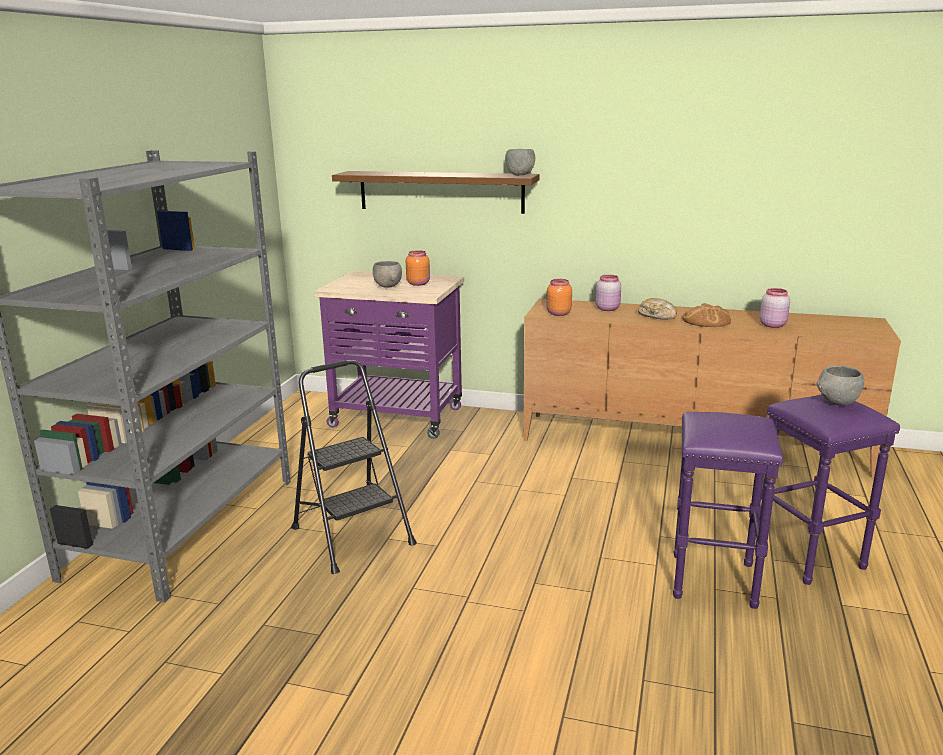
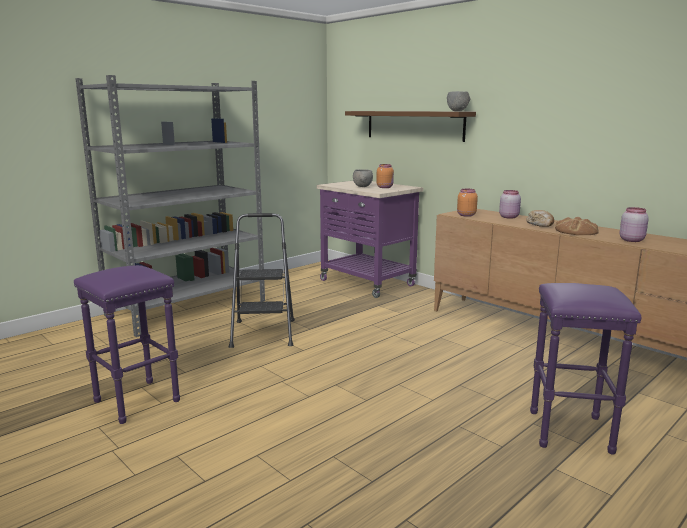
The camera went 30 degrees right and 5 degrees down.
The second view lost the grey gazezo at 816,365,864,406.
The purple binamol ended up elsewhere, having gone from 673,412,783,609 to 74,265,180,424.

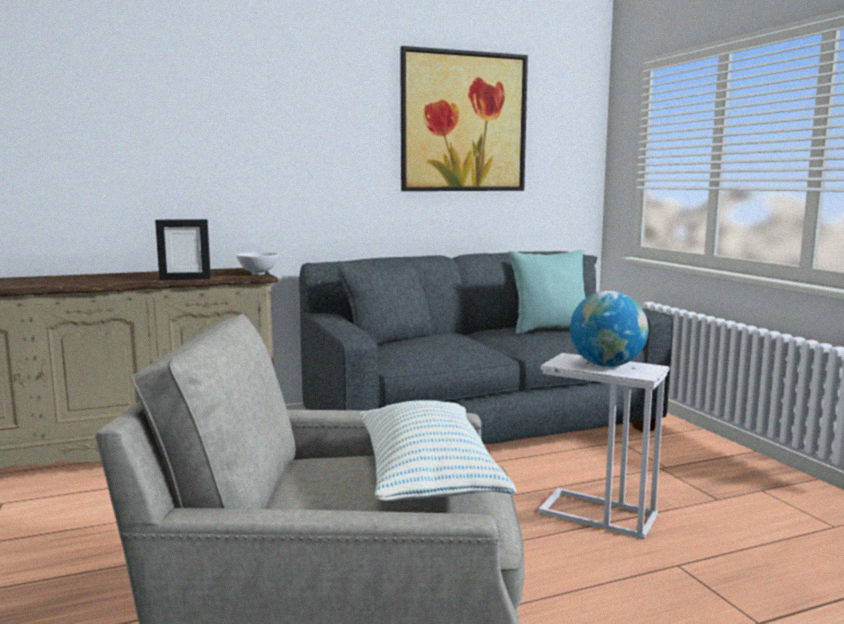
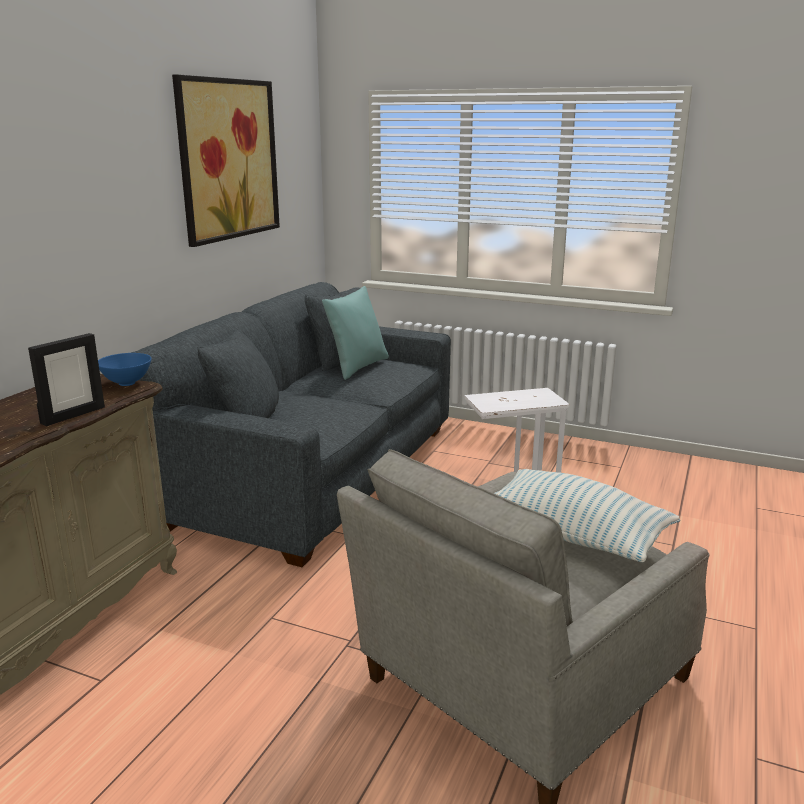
The camera went 45 degrees left and 10 degrees up.
The second view lost the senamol at 570,291,648,367.
What was the white gazezo at 236,252,279,275 turned into the blue gazezo at 98,353,151,386.

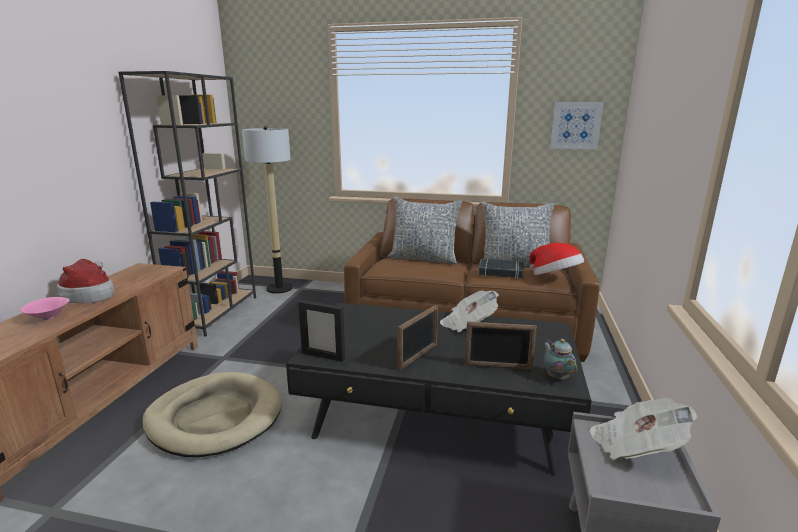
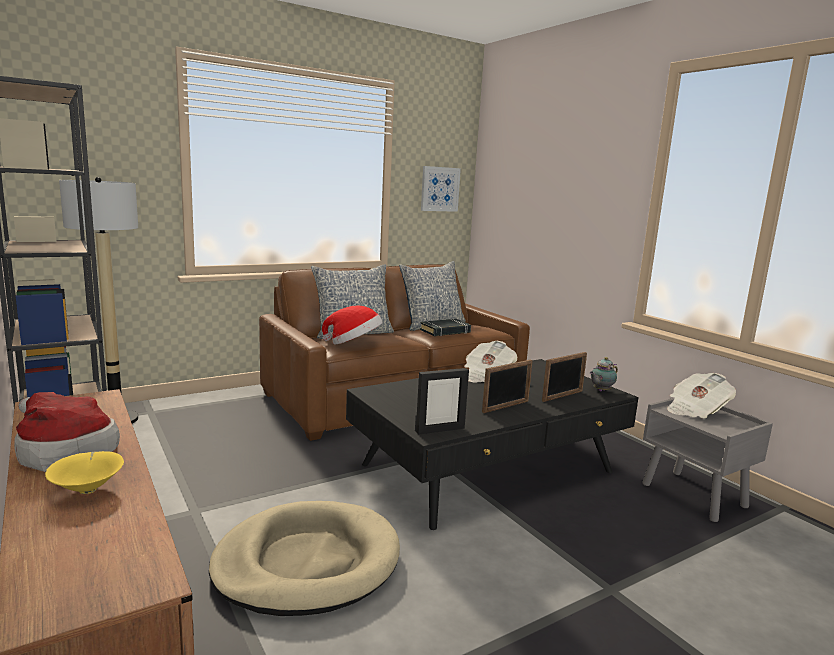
The camera went 45 degrees left and 5 degrees down.
The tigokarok ended up elsewhere, having gone from 529,243,584,275 to 322,305,382,345.
What was the pink gazezo at 21,297,70,320 turned into the yellow gazezo at 45,451,124,494.
The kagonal at 398,305,438,371 ended up facing another way, 60 degrees clockwise from before.
The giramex at 543,339,577,380 ended up facing another way, 60 degrees counterclockwise from before.

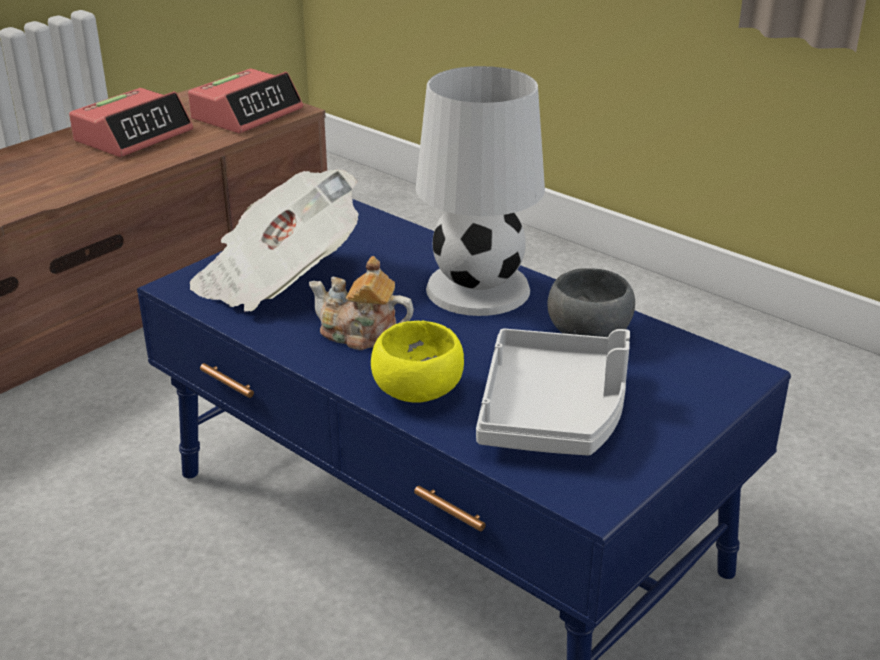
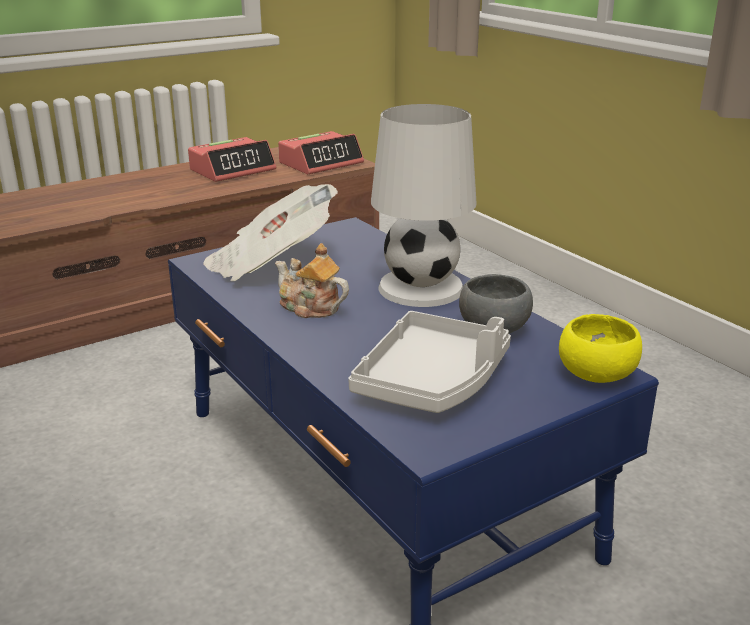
The camera went 15 degrees right and 5 degrees down.
The yellow gazezo ended up elsewhere, having gone from 371,320,464,403 to 559,314,642,383.

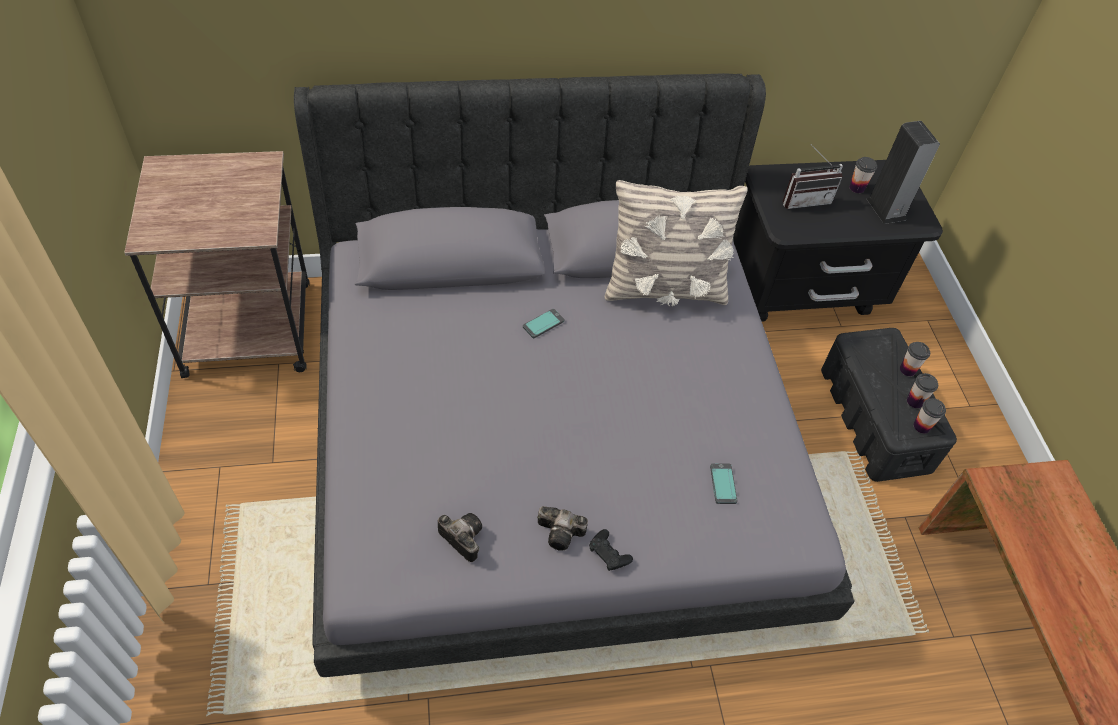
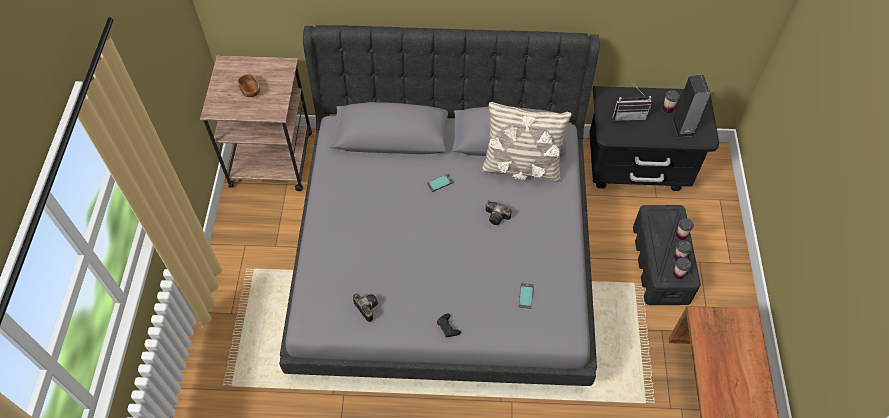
The camera went 15 degrees right and 5 degrees up.
The second view gained the brown gazezo at 238,74,260,97.
The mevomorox ended up elsewhere, having gone from 537,506,588,551 to 485,201,512,225.

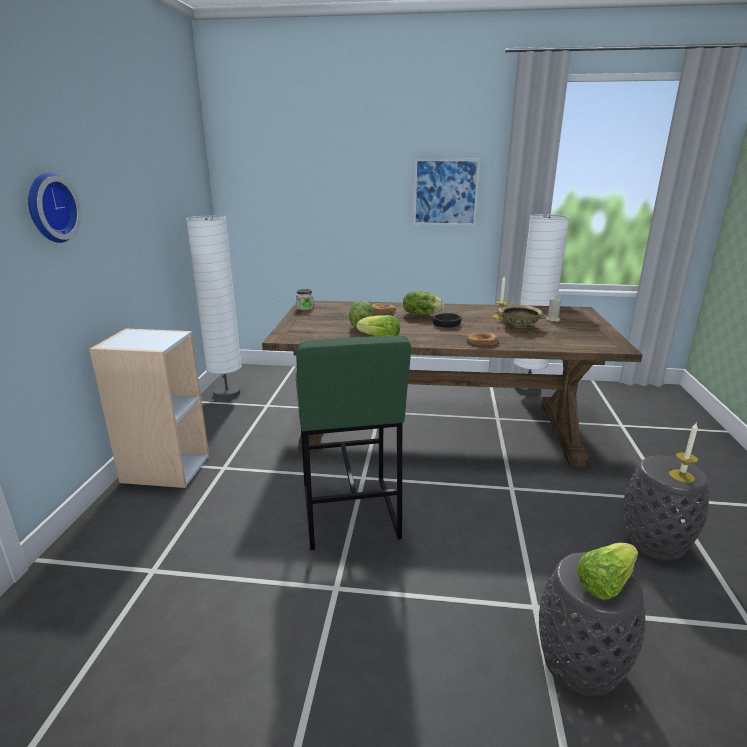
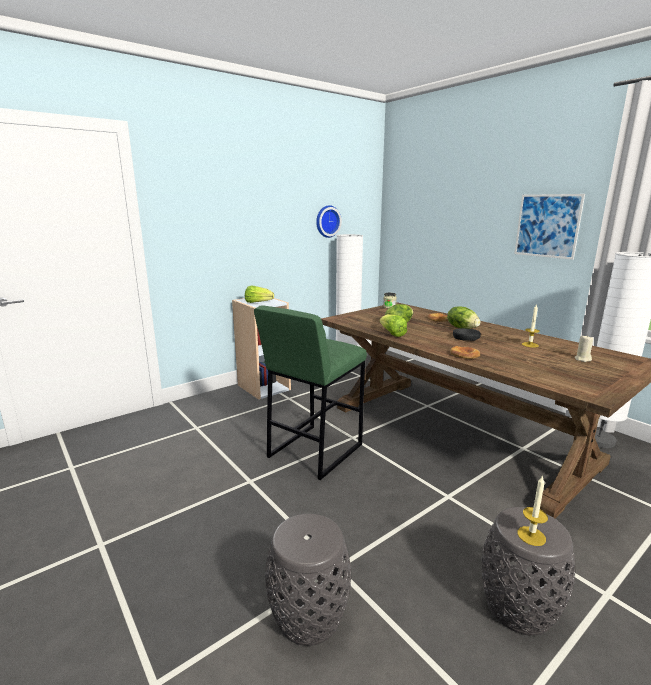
The camera went 45 degrees right and 5 degrees down.
The second view lost the beige gazezo at 496,305,547,328.
The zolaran ended up elsewhere, having gone from 28,173,81,243 to 316,205,342,238.
The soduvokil ended up elsewhere, having gone from 577,543,638,600 to 245,286,274,303.

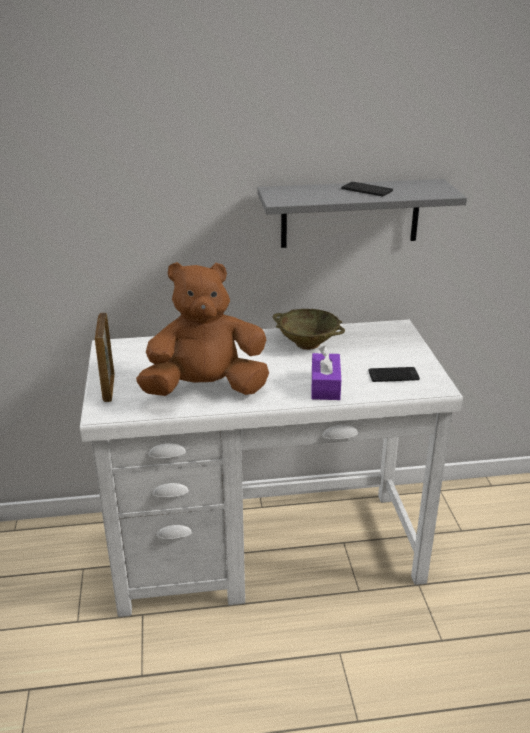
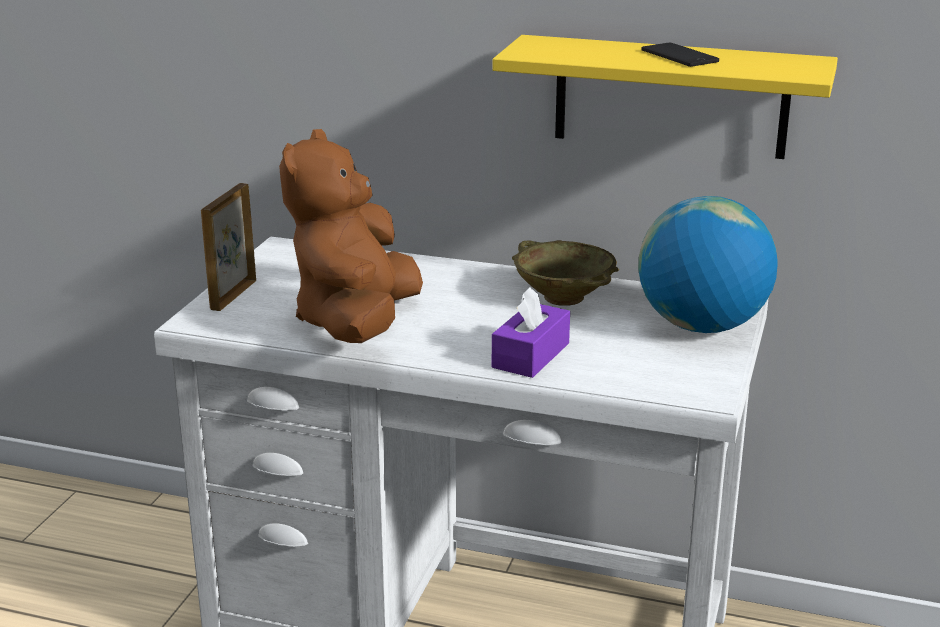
The camera went 25 degrees right and 5 degrees down.
The second view lost the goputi at 368,367,420,382.
The second view gained the senamol at 638,196,778,333.
What was the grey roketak at 257,179,467,248 turned into the yellow roketak at 493,35,838,159.
The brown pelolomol at 136,262,269,396 ended up facing another way, 90 degrees counterclockwise from before.

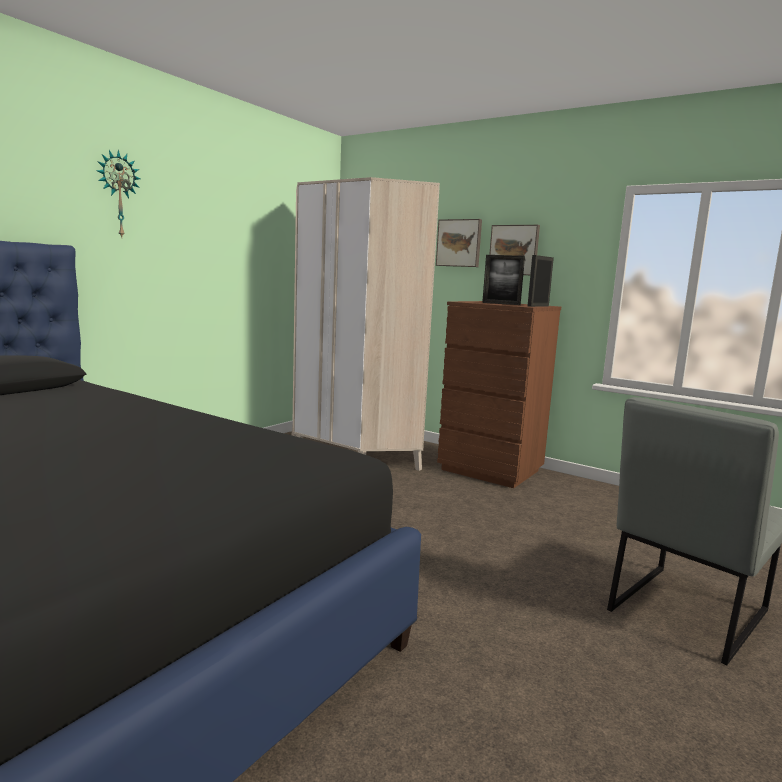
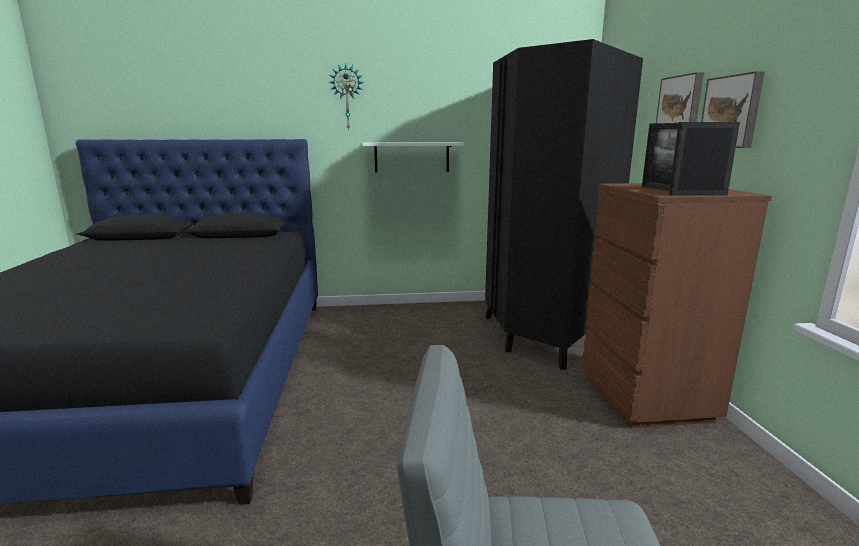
The camera went 50 degrees right and 5 degrees up.
The second view gained the white roketak at 362,142,464,173.
What was the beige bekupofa at 291,177,440,471 turned into the black bekupofa at 485,39,643,370.

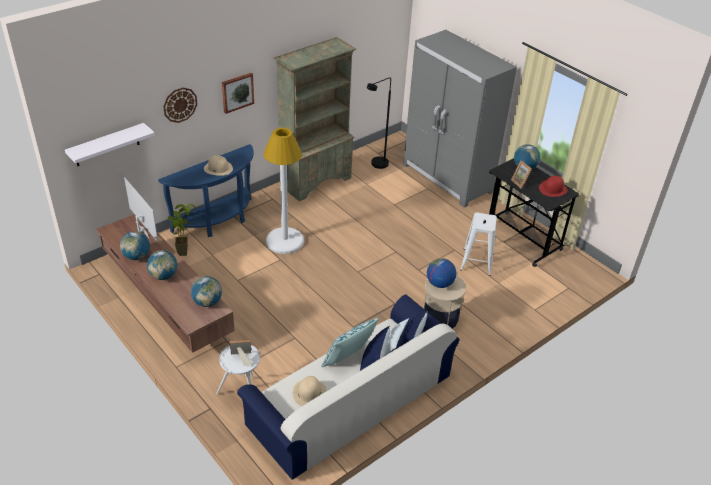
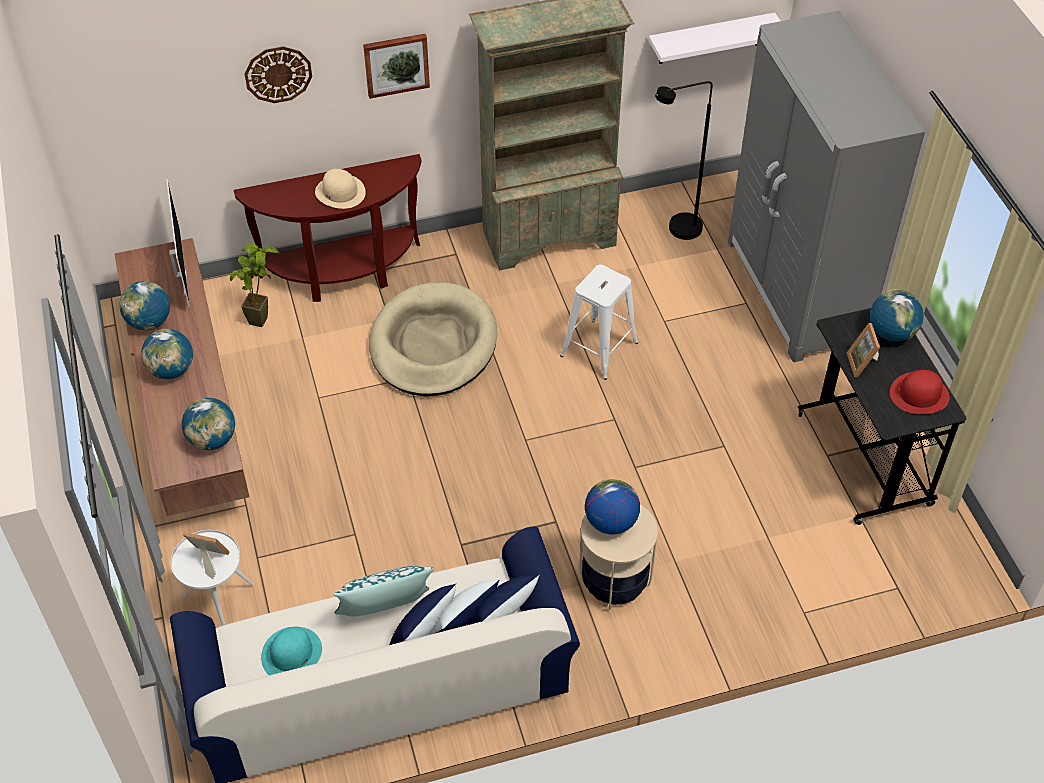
The camera went 25 degrees right and 10 degrees up.
The white roketak ended up elsewhere, having gone from 65,123,155,166 to 648,13,780,64.
The white binamol ended up elsewhere, having gone from 460,212,497,276 to 560,264,638,380.
Where the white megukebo stood at 264,128,304,254, the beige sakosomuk came to stand at 369,282,497,396.
What was the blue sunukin at 158,144,254,237 turned into the brown sunukin at 234,154,422,302.
What was the beige tigokarok at 292,376,327,406 turned into the turquoise tigokarok at 261,627,322,675.

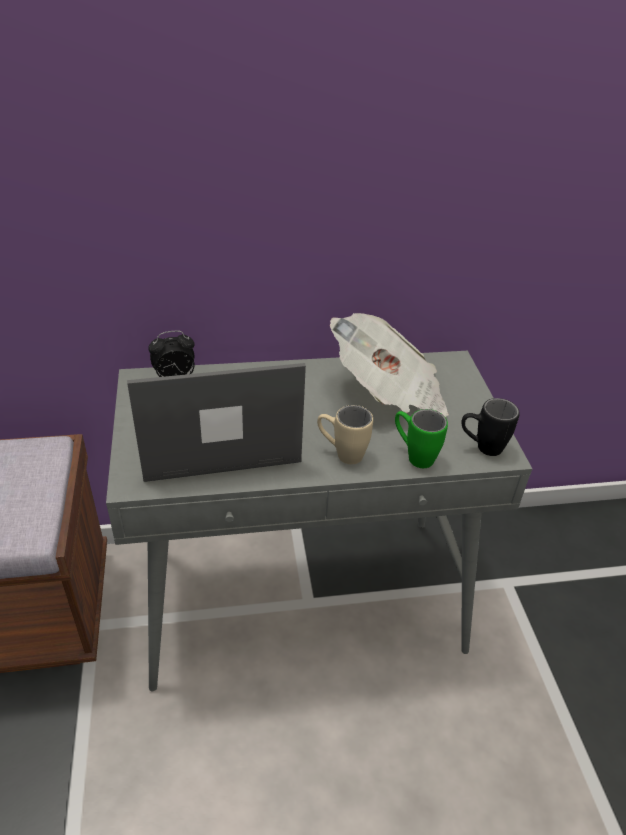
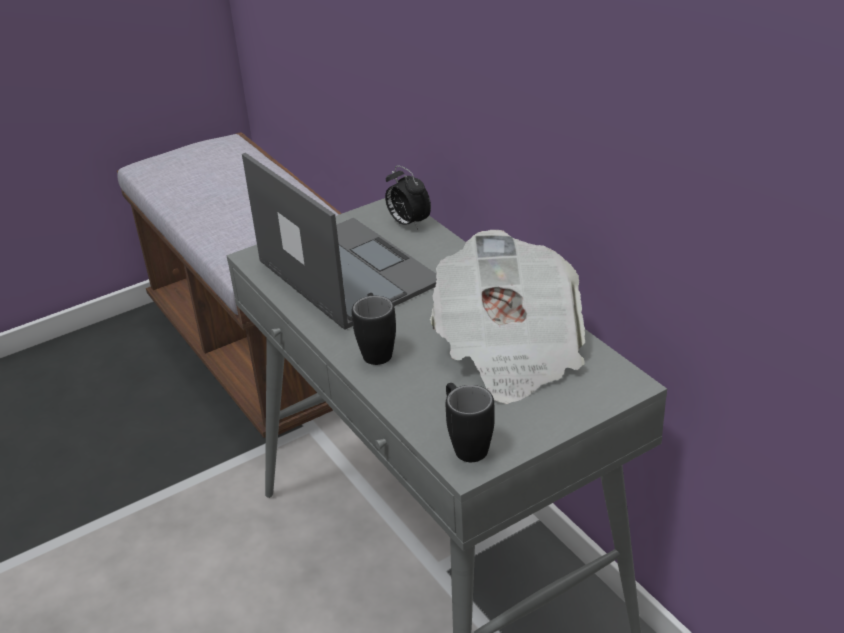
The camera went 70 degrees right and 5 degrees down.
The second view lost the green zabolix at 395,409,448,468.
What was the beige zabolix at 317,405,373,464 turned into the black zabolix at 352,293,396,365.

